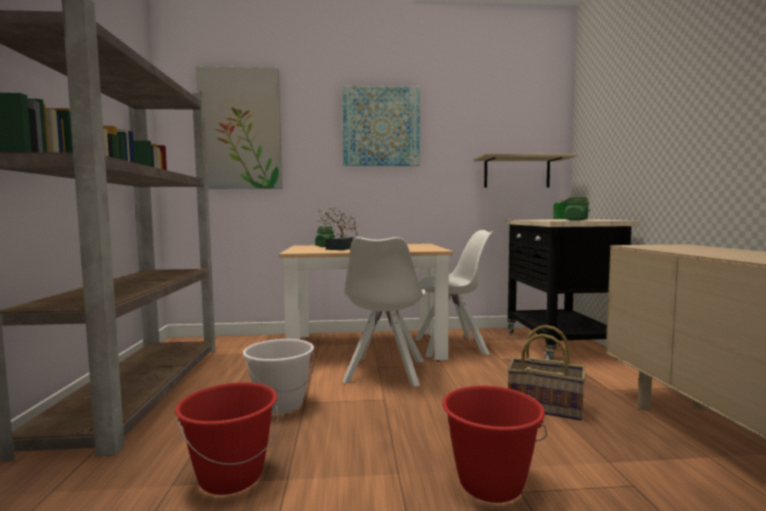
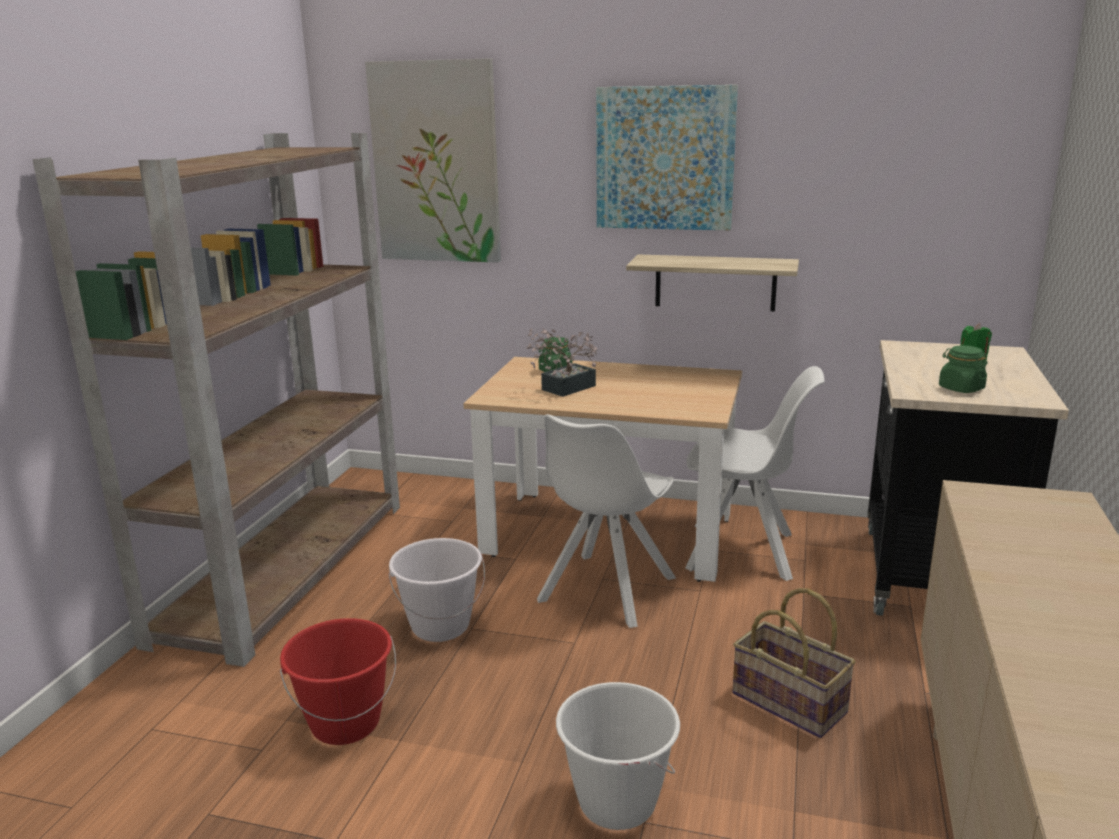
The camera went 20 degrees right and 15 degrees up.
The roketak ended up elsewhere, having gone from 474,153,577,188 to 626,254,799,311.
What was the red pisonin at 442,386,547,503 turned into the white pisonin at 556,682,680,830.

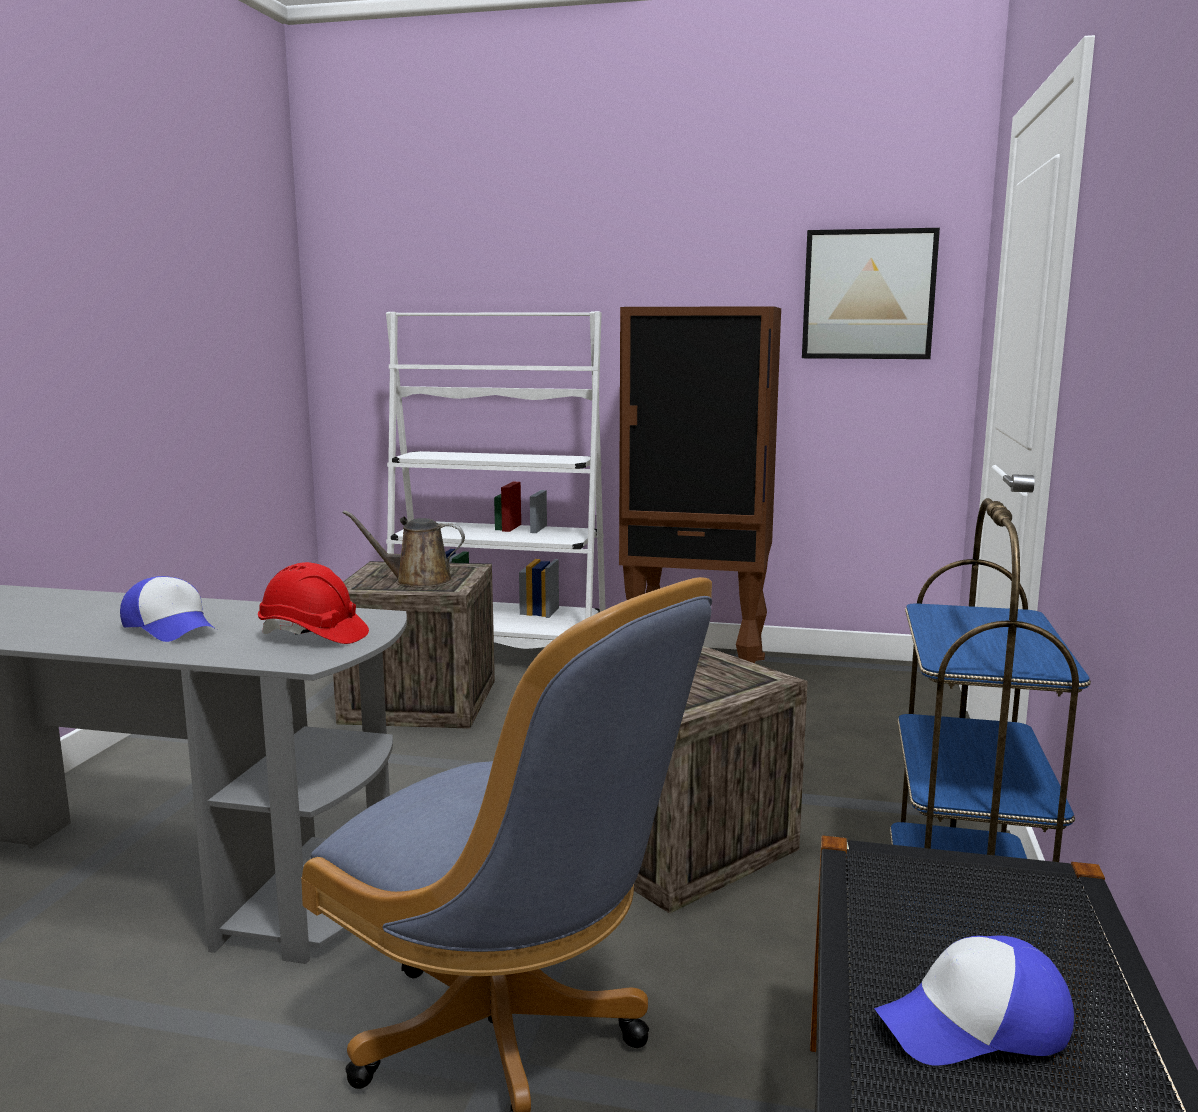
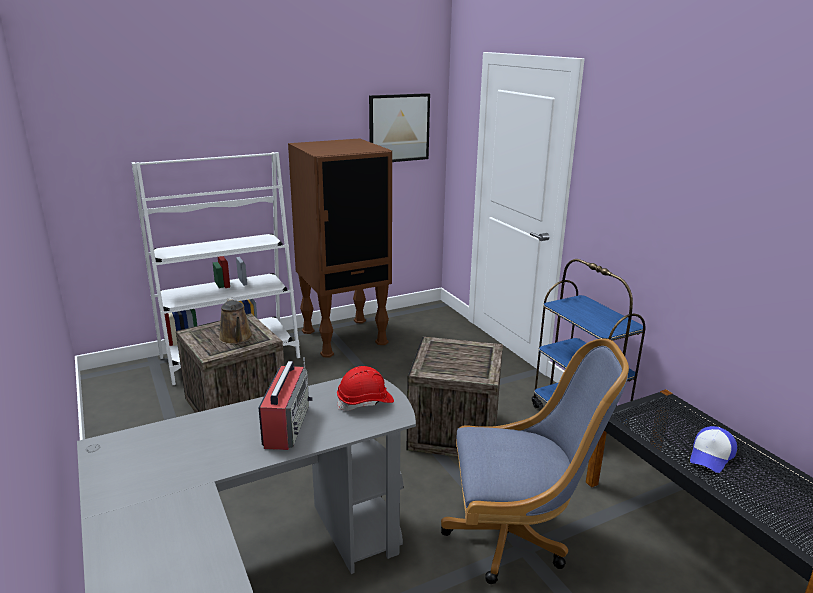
The camera went 40 degrees left and 10 degrees up.
Where the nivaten stood at 120,576,216,642, the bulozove came to stand at 258,357,313,450.
The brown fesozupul at 343,510,465,588 ended up facing another way, 75 degrees counterclockwise from before.

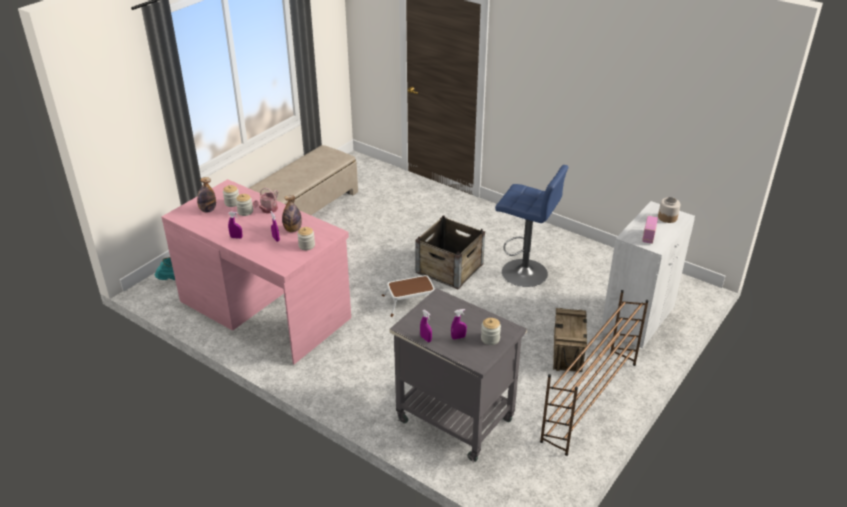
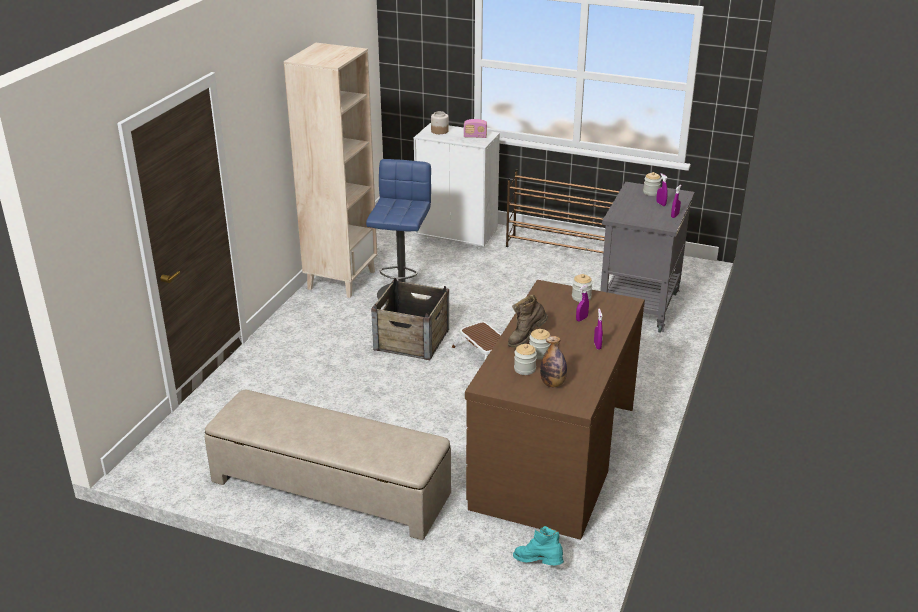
The camera went 105 degrees left and 5 degrees down.
The second view lost the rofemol at 282,195,302,232.
The second view lost the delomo at 553,308,587,372.
The second view gained the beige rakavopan at 284,43,377,298.
Where the fesozupul stood at 253,188,278,214, the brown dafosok came to stand at 508,295,548,348.
What was the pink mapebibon at 162,179,351,364 turned into the brown mapebibon at 465,280,645,540.

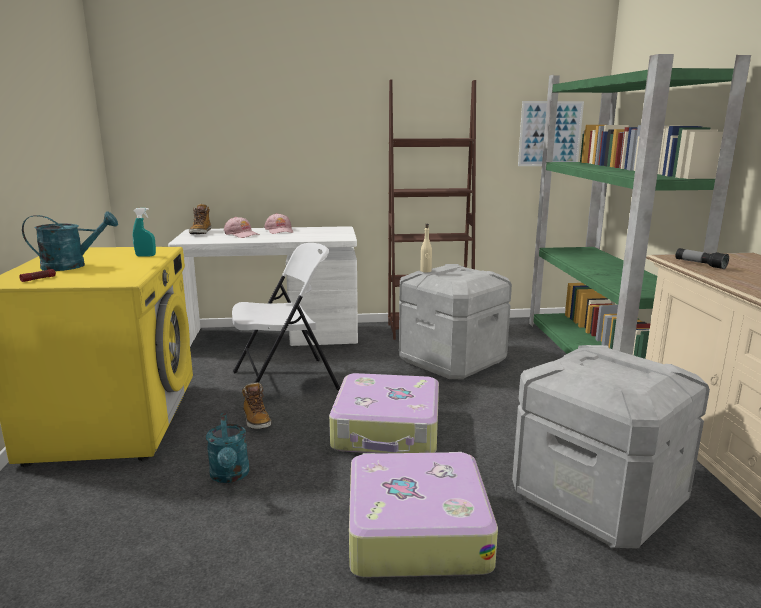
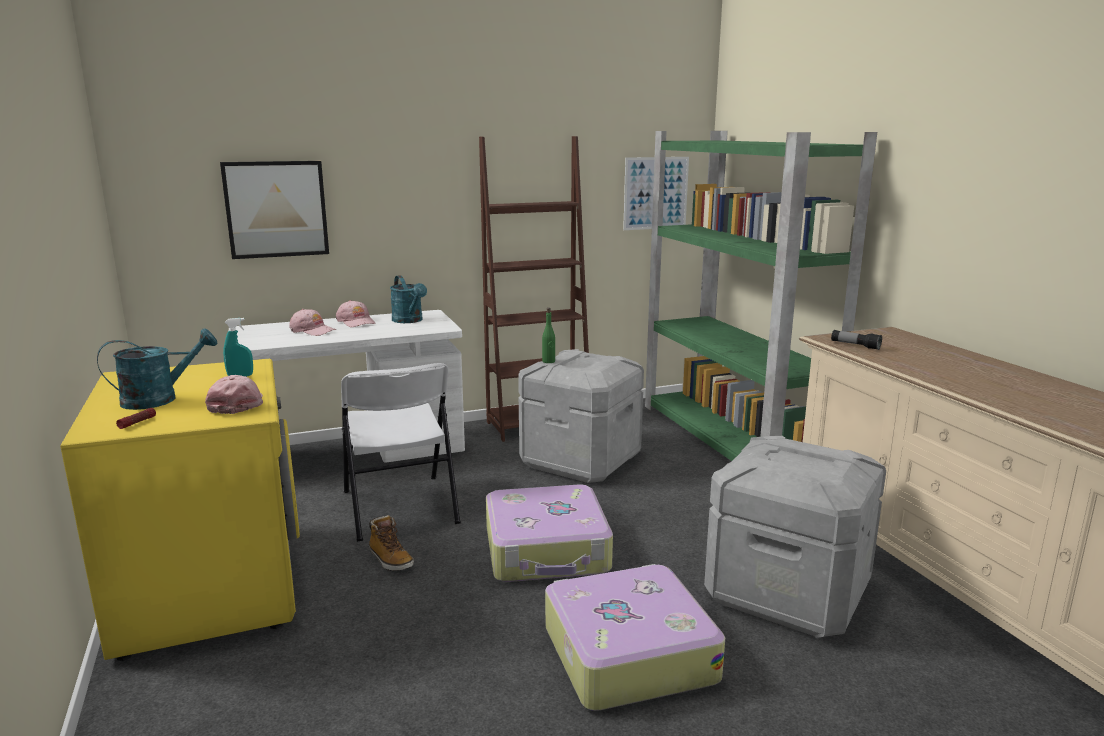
The camera went 15 degrees left and 0 degrees up.
The second view lost the dafosok at 189,204,211,234.
The second view gained the pink nivaten at 205,375,263,414.
The second view gained the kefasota at 220,161,329,259.
The turquoise fesozupul ended up elsewhere, having gone from 206,413,250,483 to 390,275,427,323.
What was the beige rofemol at 420,224,432,272 turned into the green rofemol at 542,308,555,363.
The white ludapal at 232,243,340,390 ended up facing another way, 105 degrees clockwise from before.

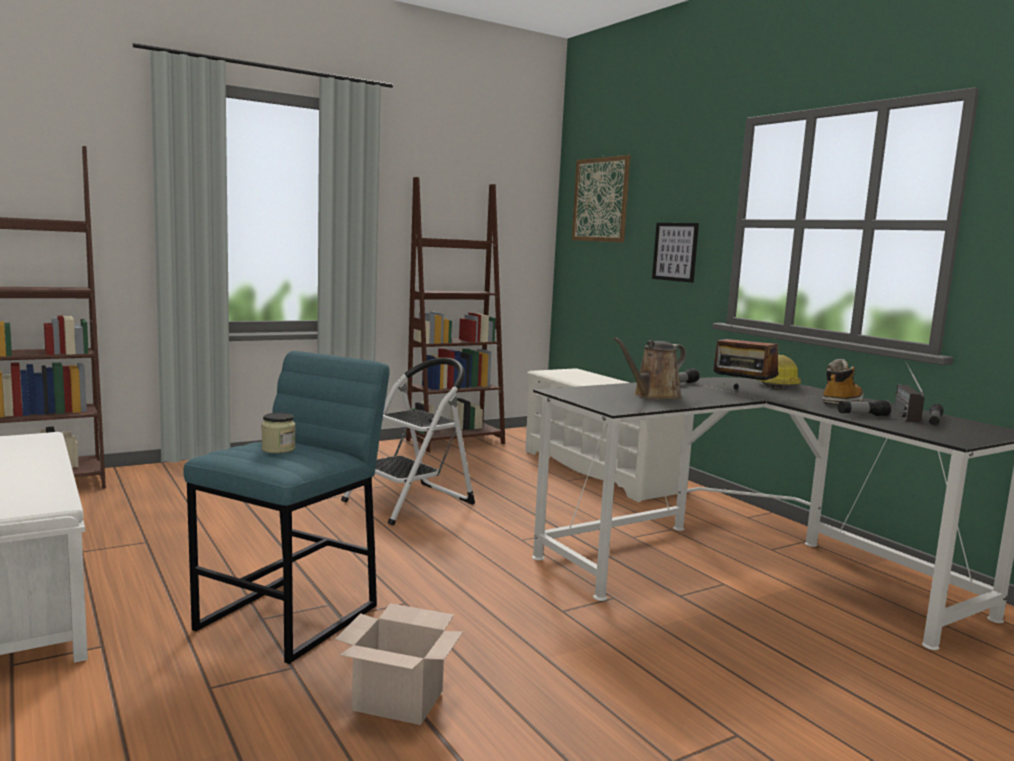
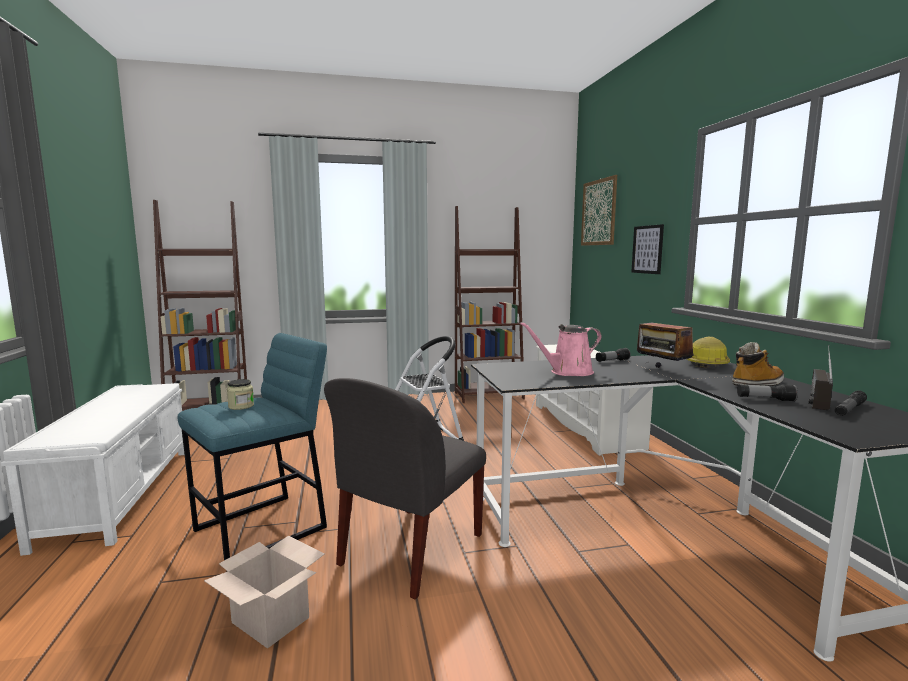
The camera went 20 degrees right and 0 degrees up.
The second view gained the grey ludapal at 324,378,486,600.
What was the brown fesozupul at 613,337,686,400 turned into the pink fesozupul at 520,322,602,376.

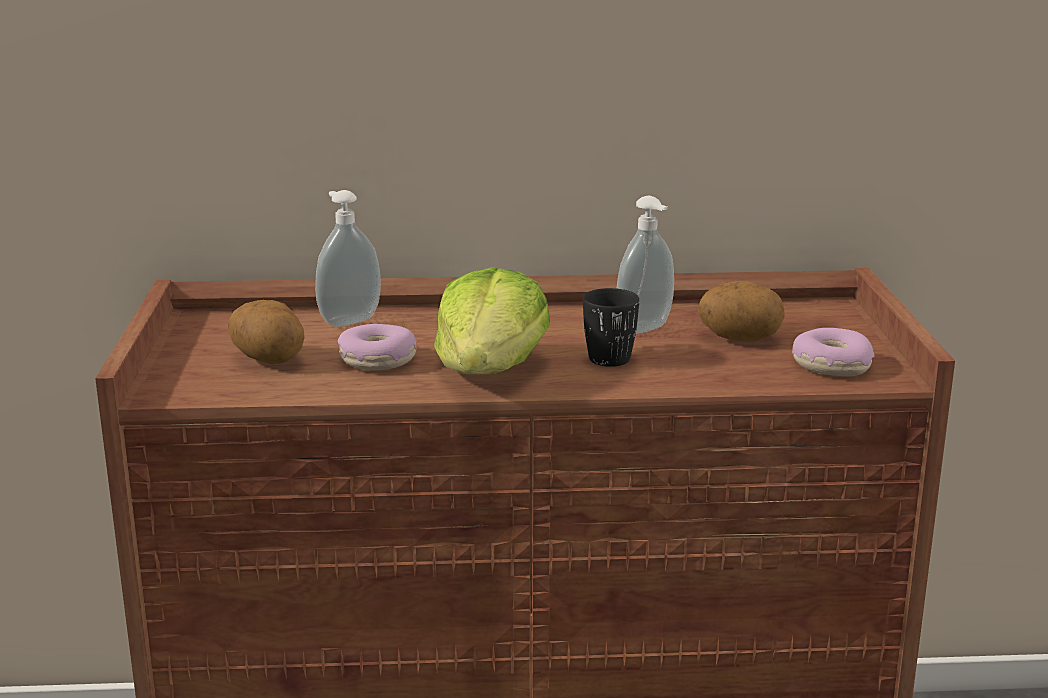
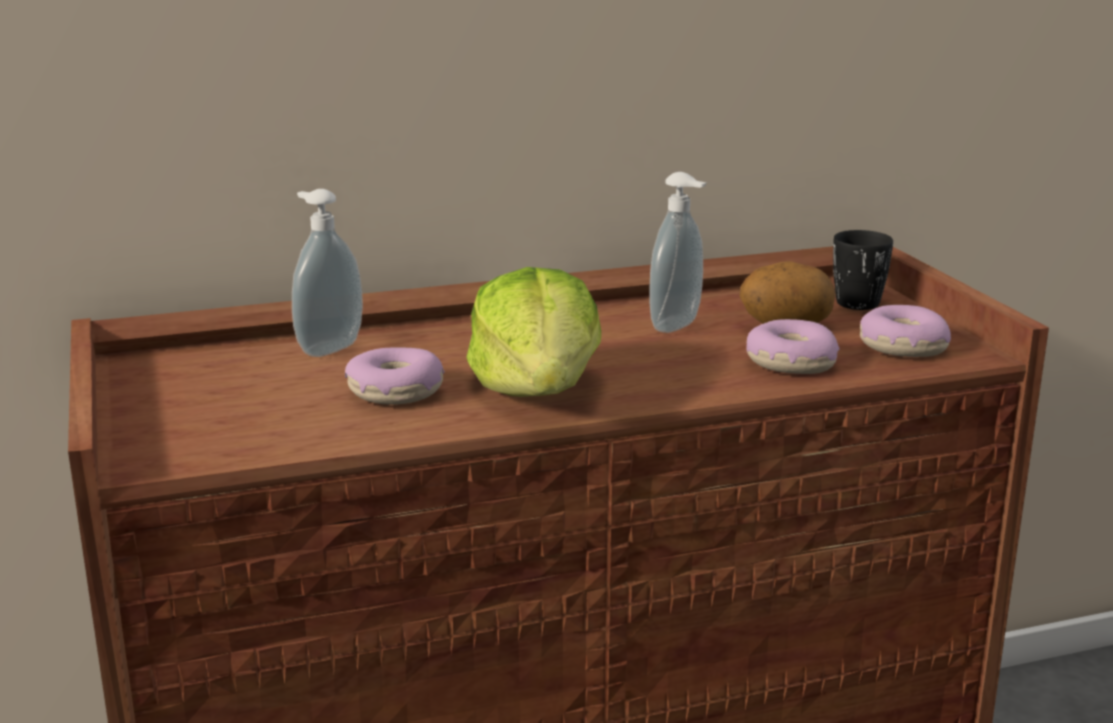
The camera went 15 degrees left and 0 degrees up.
The second view lost the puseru at 228,300,305,364.
The second view gained the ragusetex at 747,319,839,374.
The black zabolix ended up elsewhere, having gone from 583,288,639,367 to 833,230,893,310.

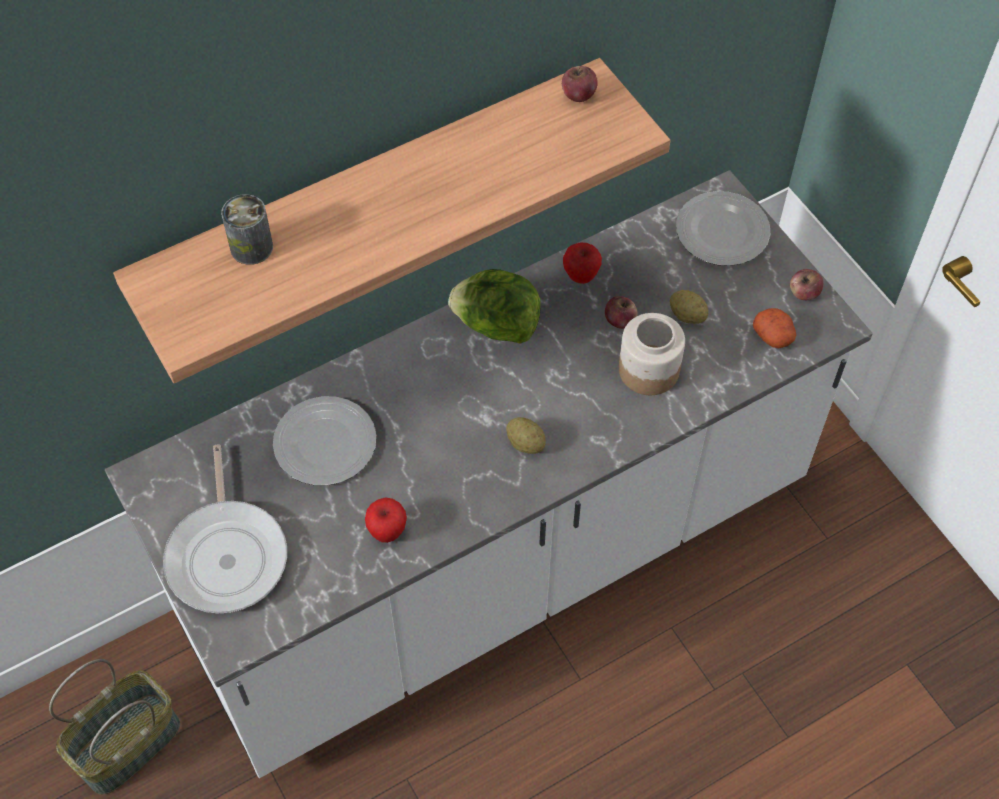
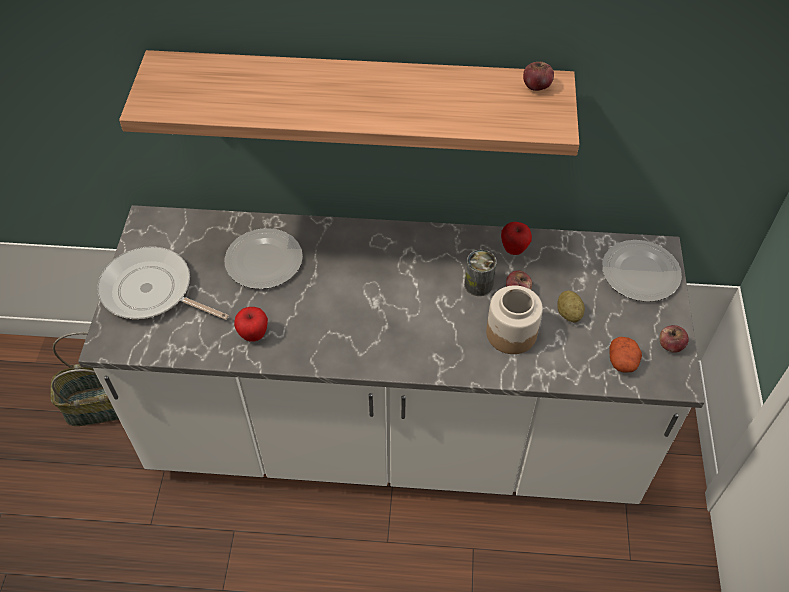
The camera went 35 degrees right and 5 degrees down.
The second view lost the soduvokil at 448,269,540,343.
The second view lost the puseru at 506,417,546,454.
The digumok ended up elsewhere, having gone from 221,194,273,265 to 465,250,497,296.
The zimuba at 163,445,287,613 ended up facing another way, 90 degrees clockwise from before.

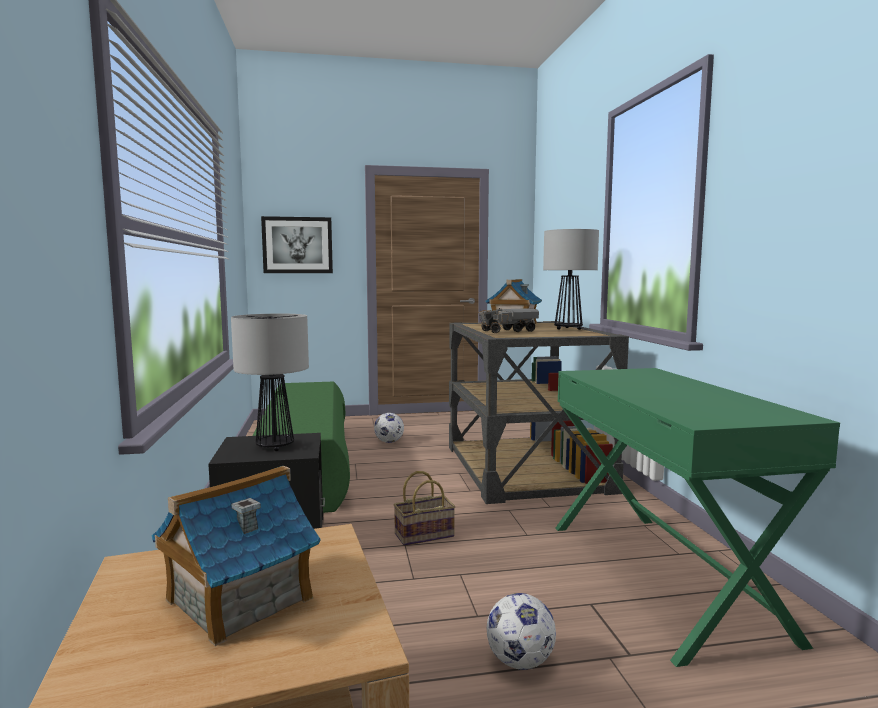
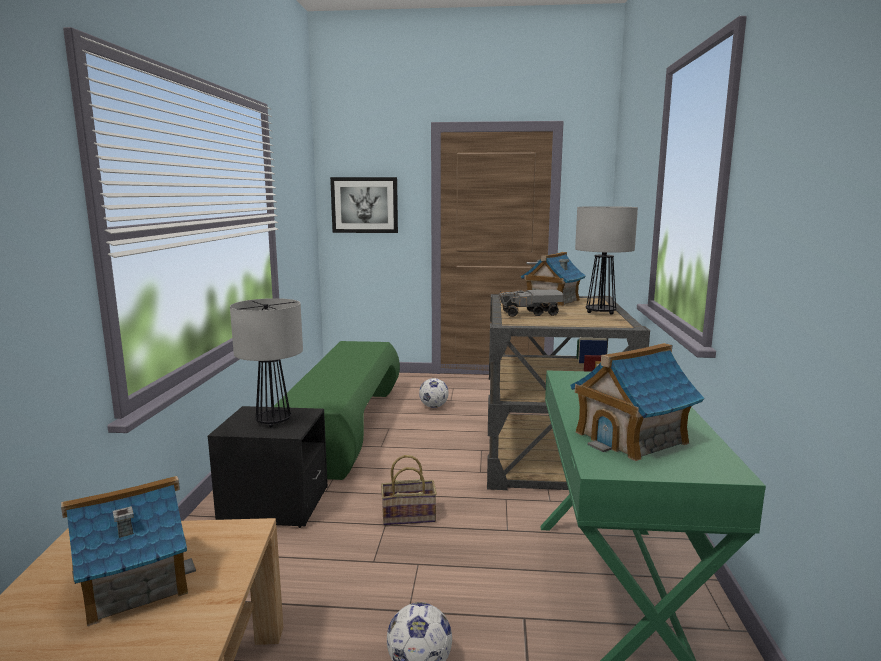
The camera went 15 degrees right and 5 degrees up.
The second view gained the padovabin at 570,343,705,461.

